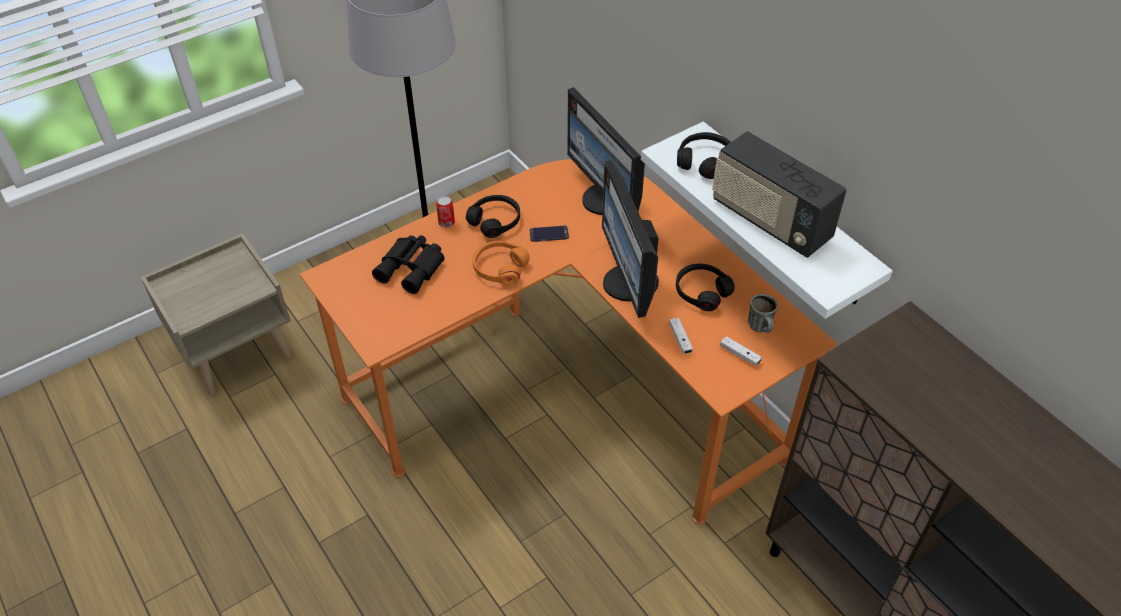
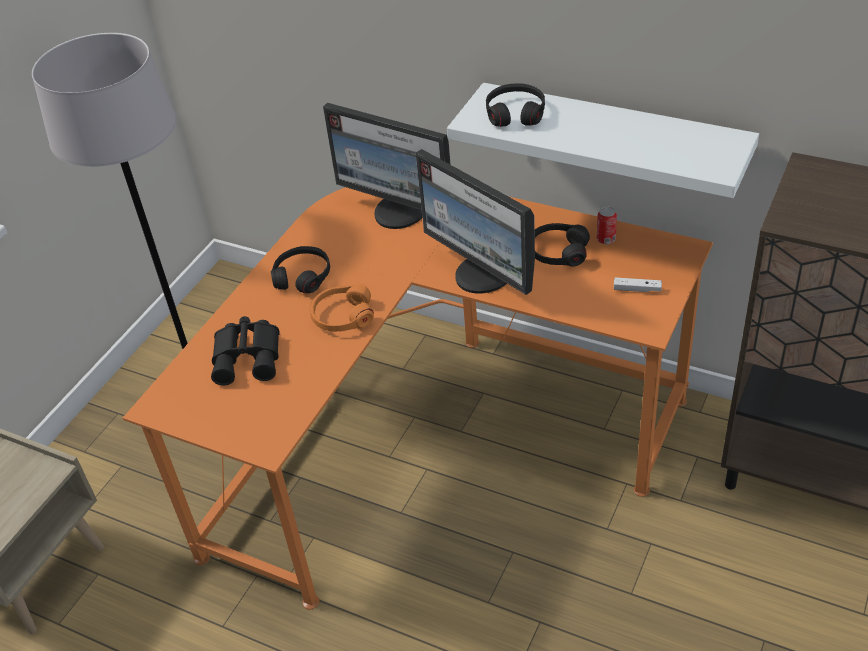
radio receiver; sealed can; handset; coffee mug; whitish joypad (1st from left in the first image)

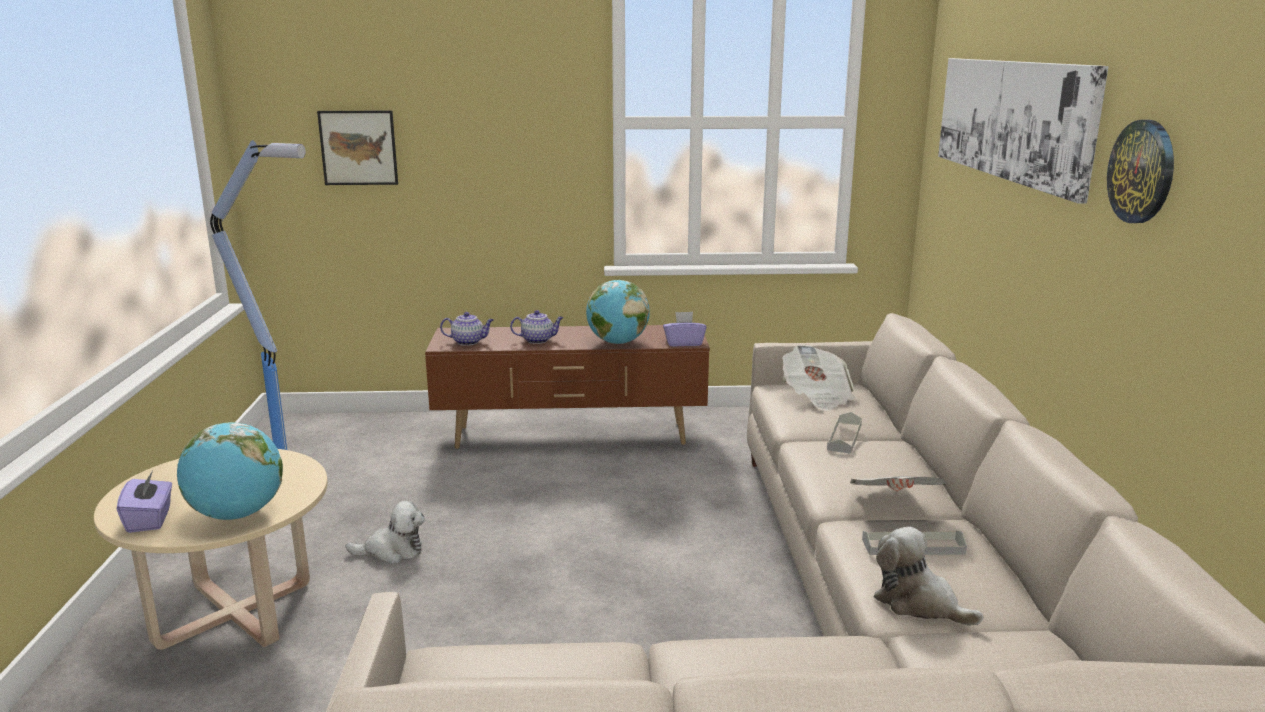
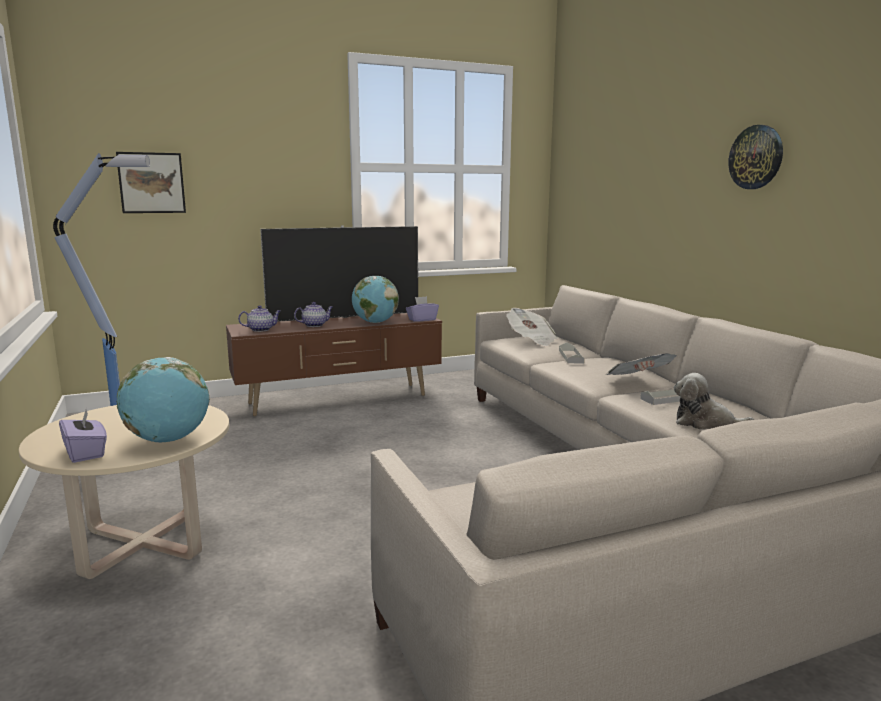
wall art (2nd from left in the first image); plush toy (1st from left in the first image); TV set

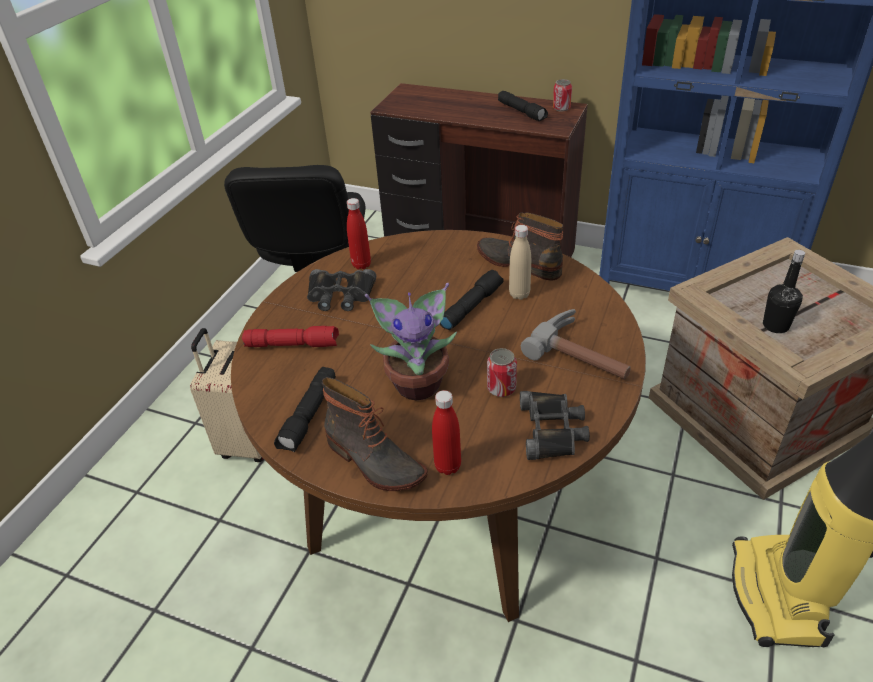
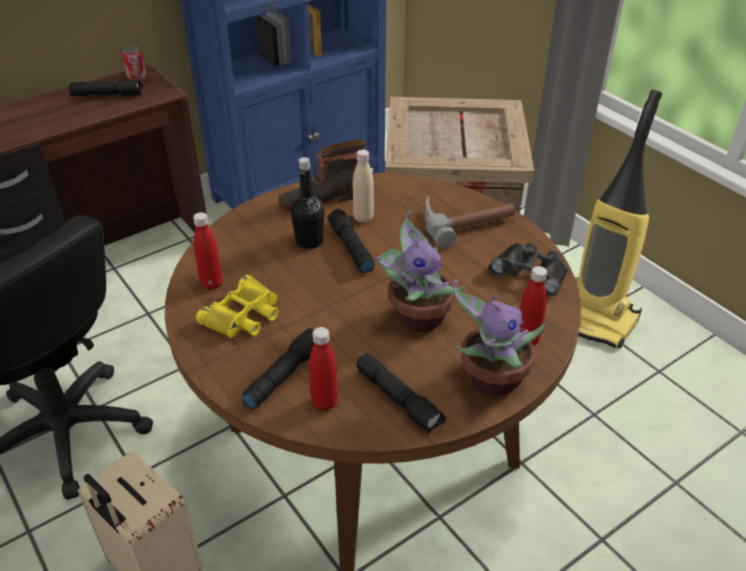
black-coloured bottle; yellowish binoculars; black-coloured flashlight (2nd from left); sealed can (1st from left in the first image); plant in a pot (2nd from left); red bottle (2nd from left)

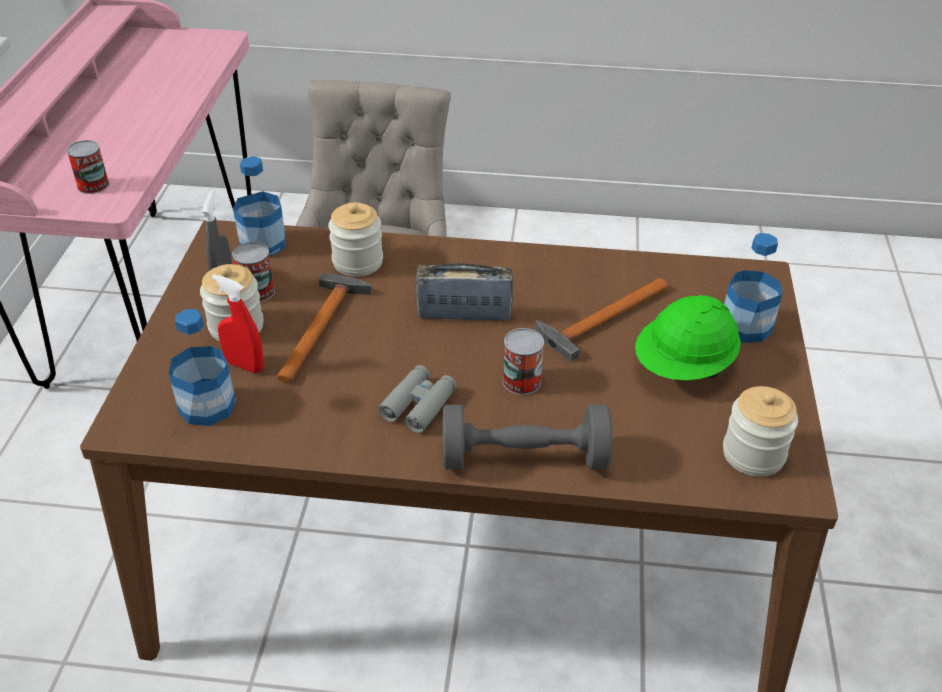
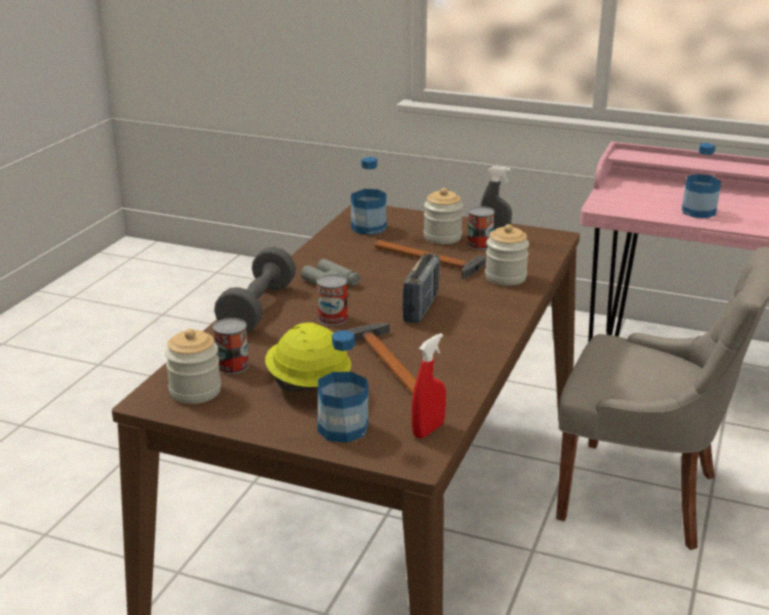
sealed can (1st from left); bottle (3rd from left); red sprayer; yellowish work helmet

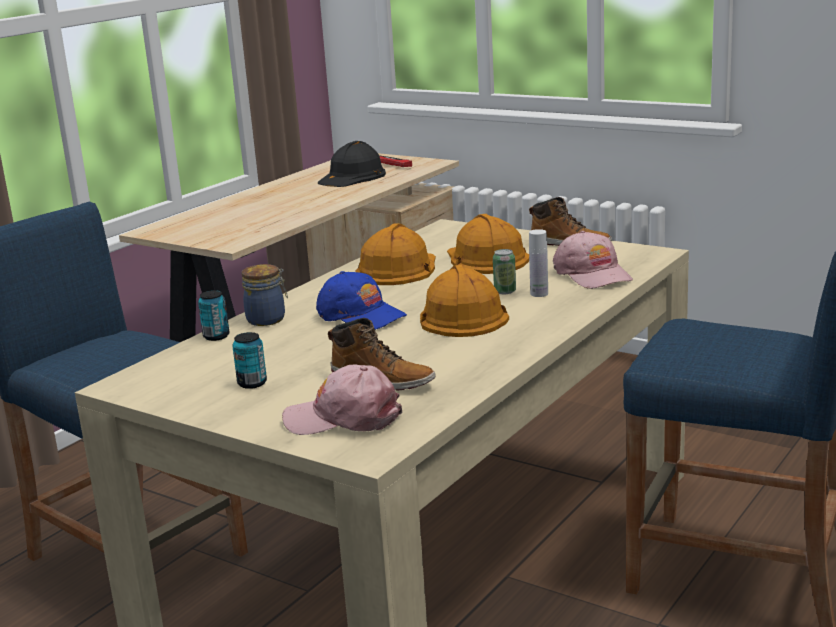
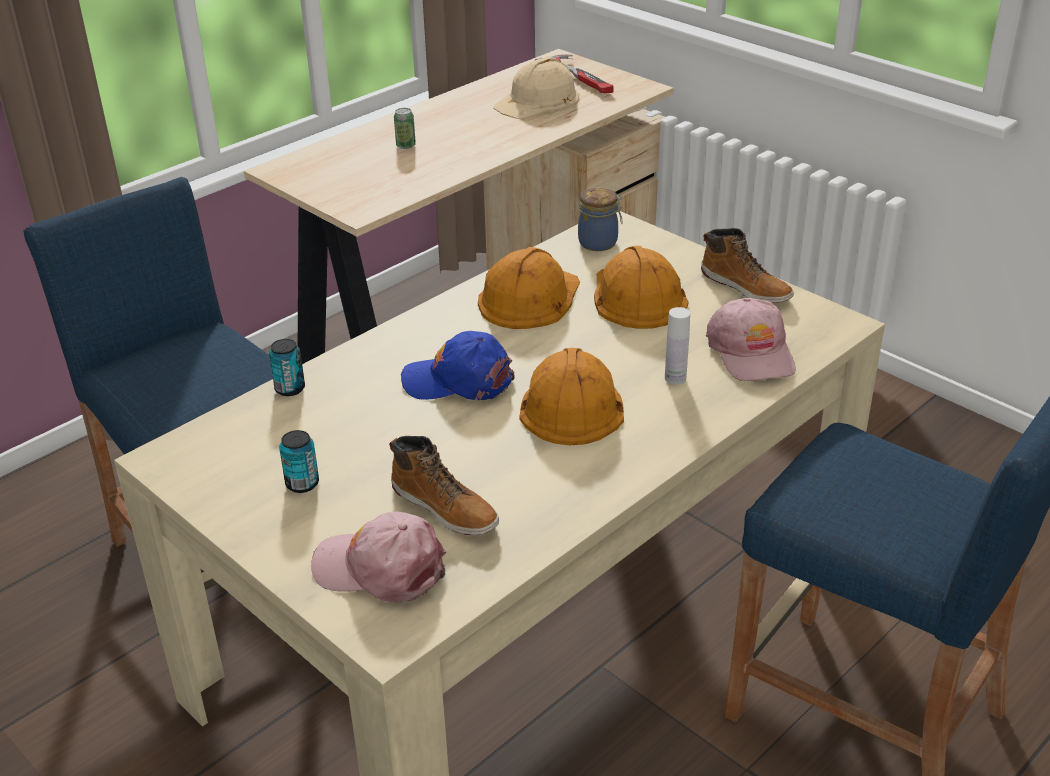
beige work helmet; sealed can (3rd from left); storage jar; blue baseball cap

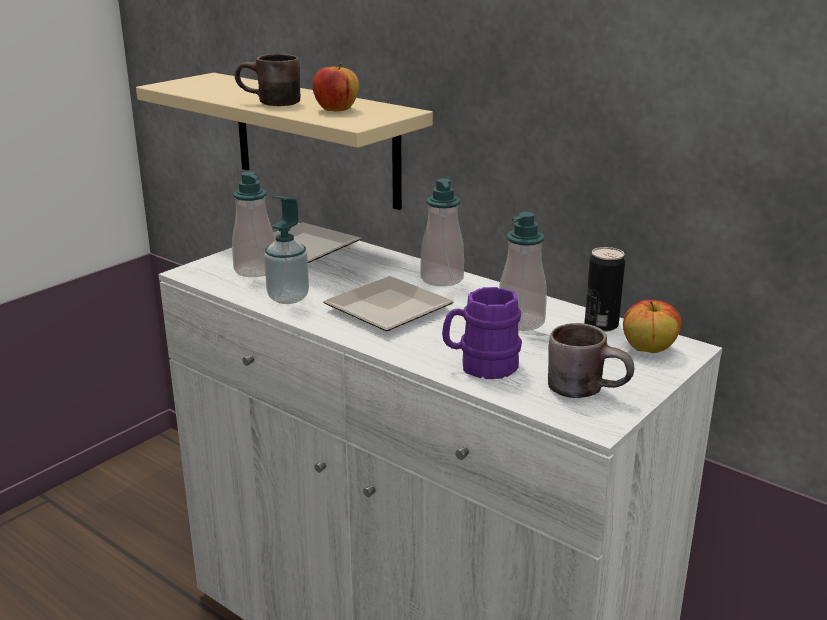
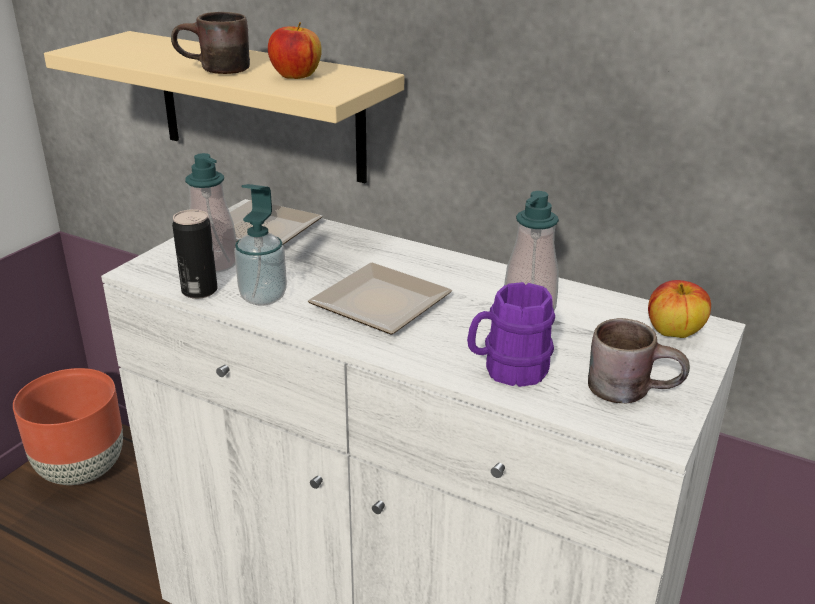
soap bottle (3rd from left in the first image); sealed can; brown plant pot

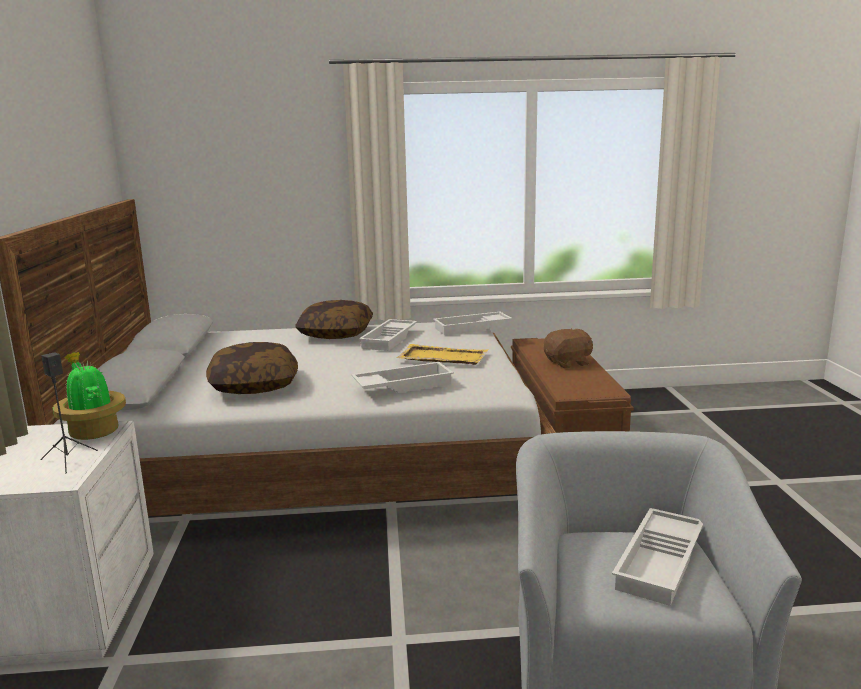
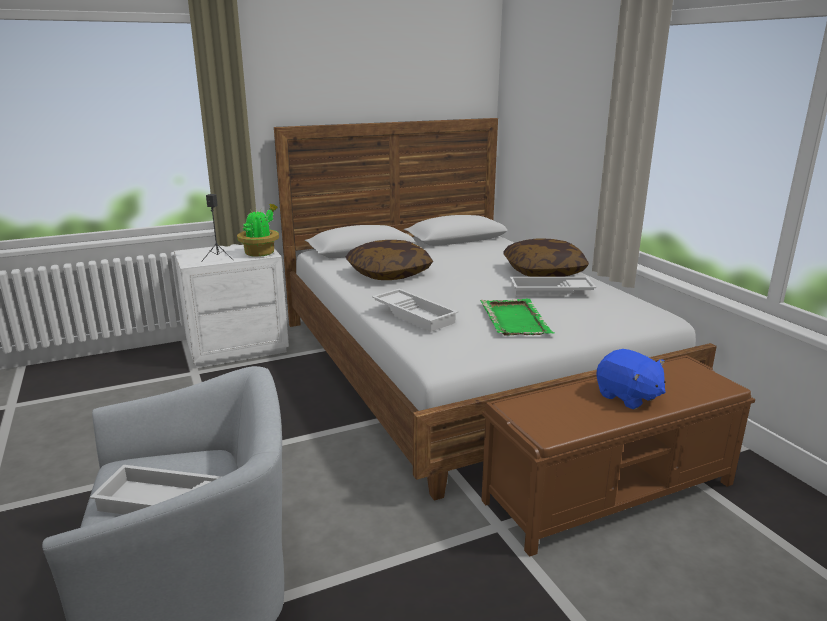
whitish serving tray (3rd from left in the first image); blue plush toy; green-coloured serving tray

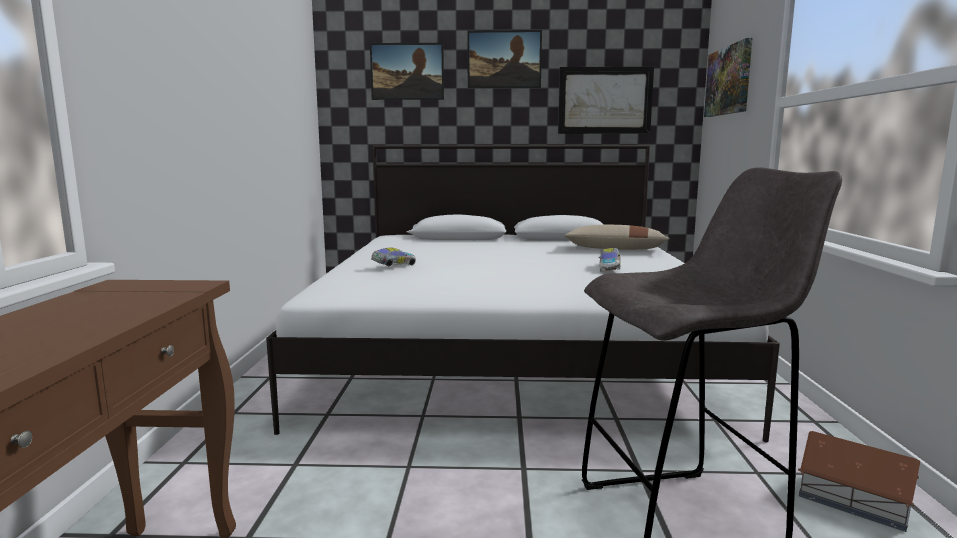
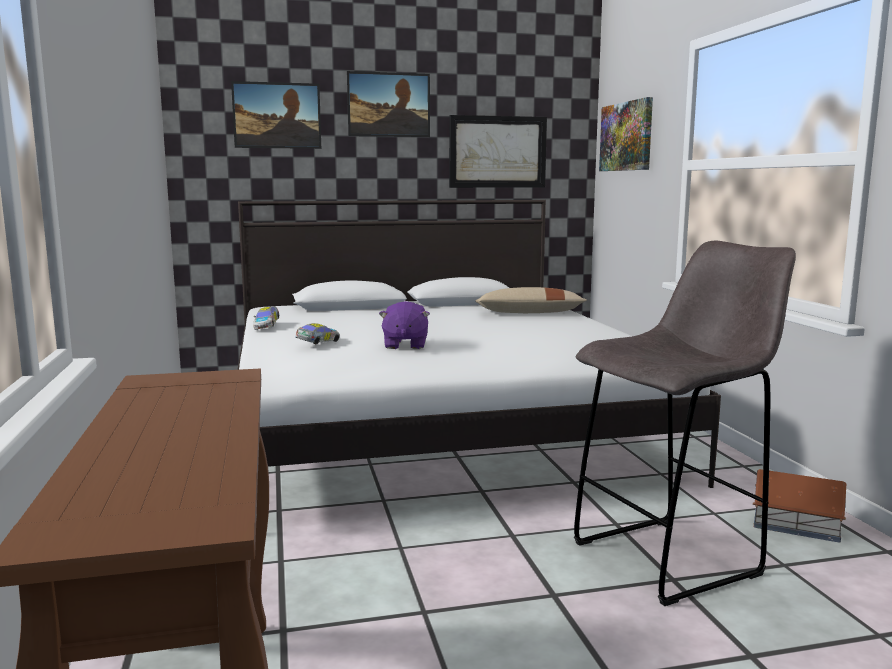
toy car (1st from left); purplish plush toy

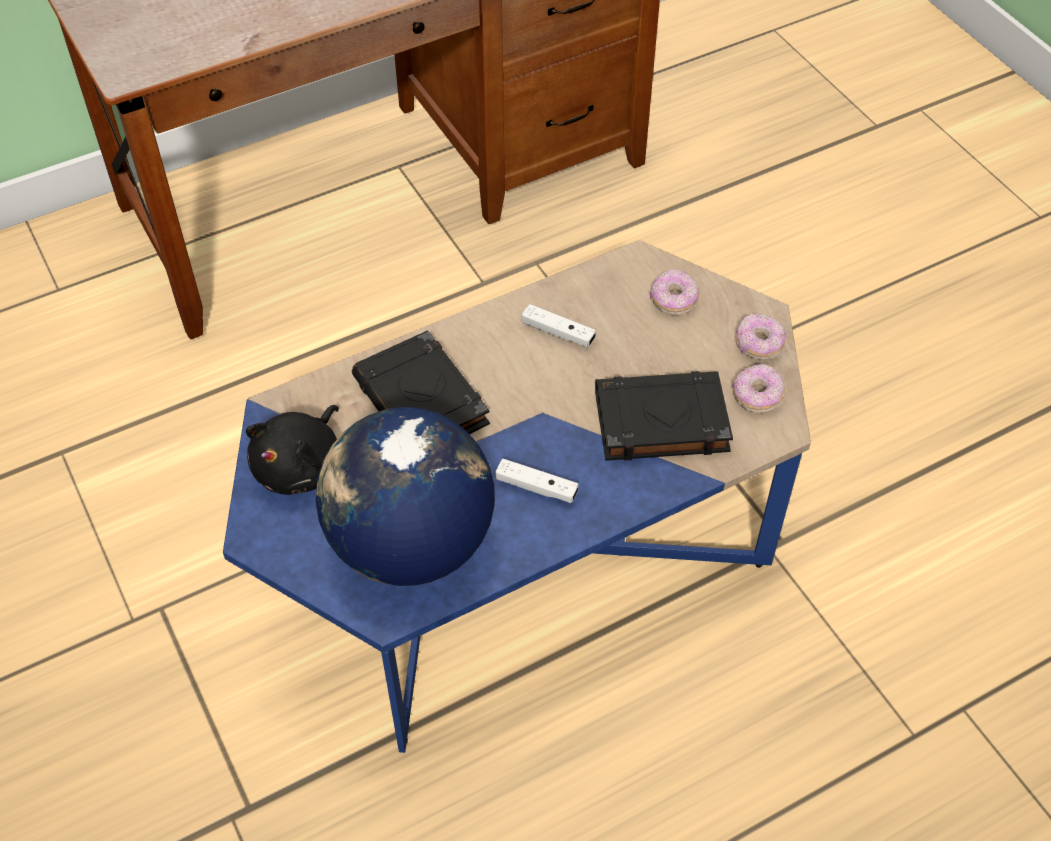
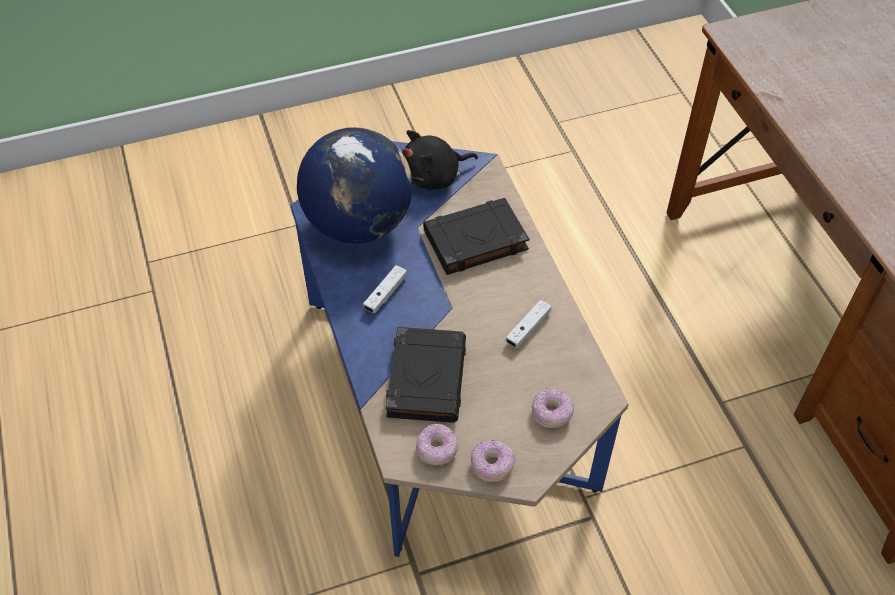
black-coloured plush toy

